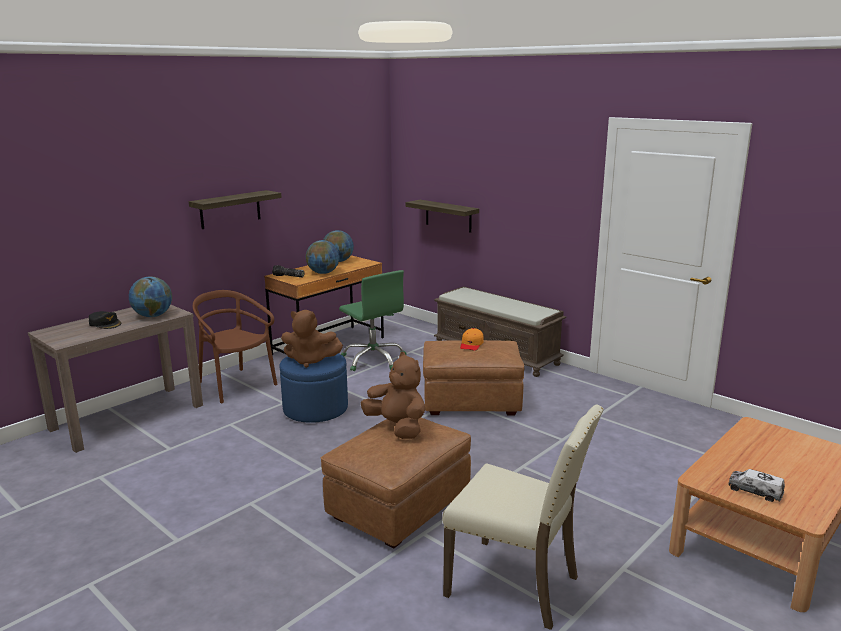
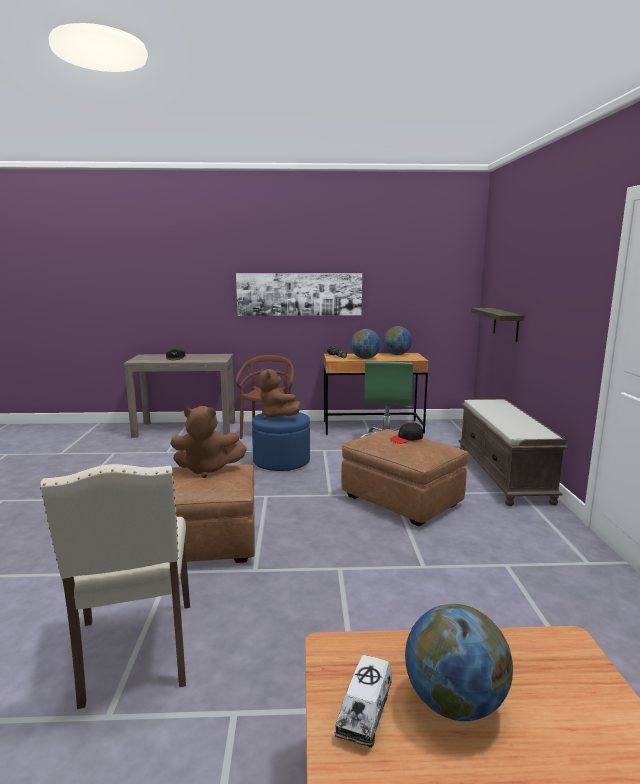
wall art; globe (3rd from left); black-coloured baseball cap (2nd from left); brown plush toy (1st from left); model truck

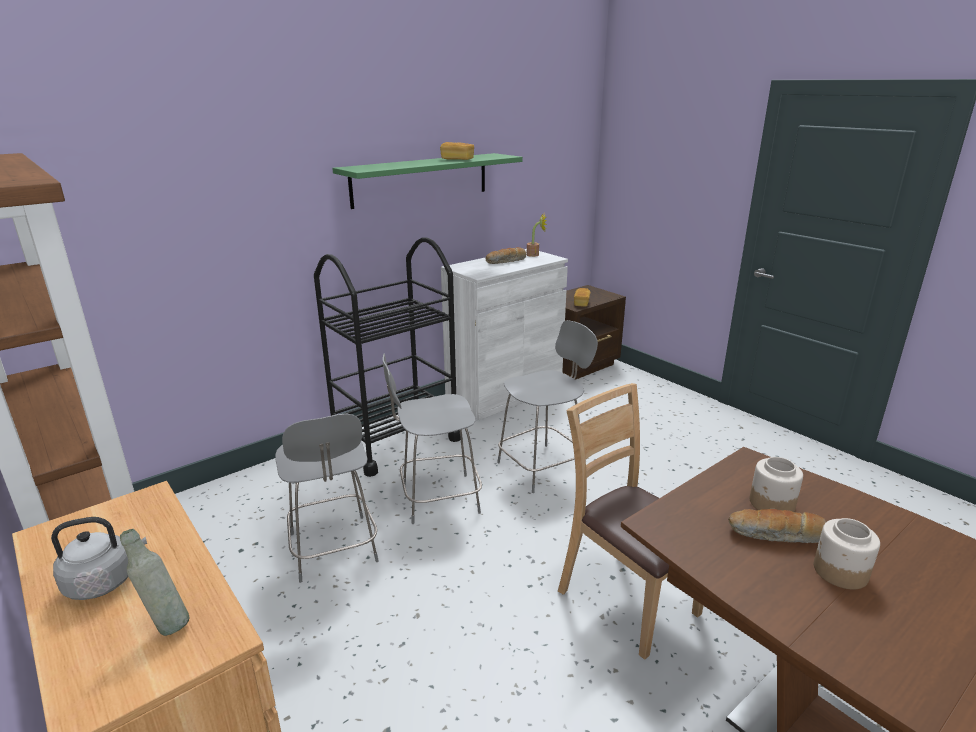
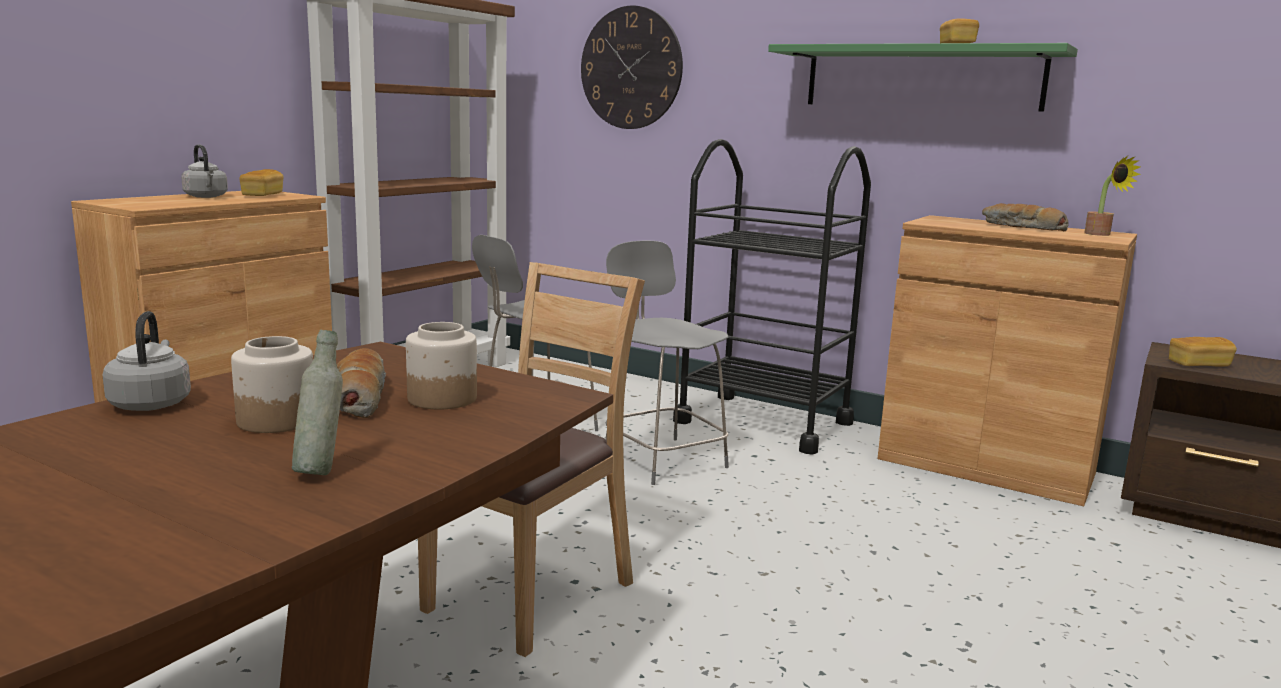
brown cabinet (2nd from left); grey stool seat (3rd from left in the first image); grey bottle; wall clock; bakery bread (1st from left); grey kettle (1st from left)

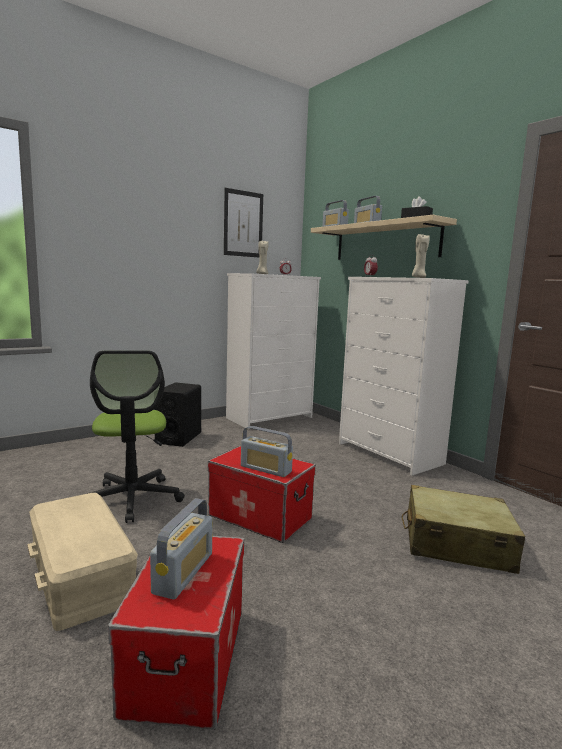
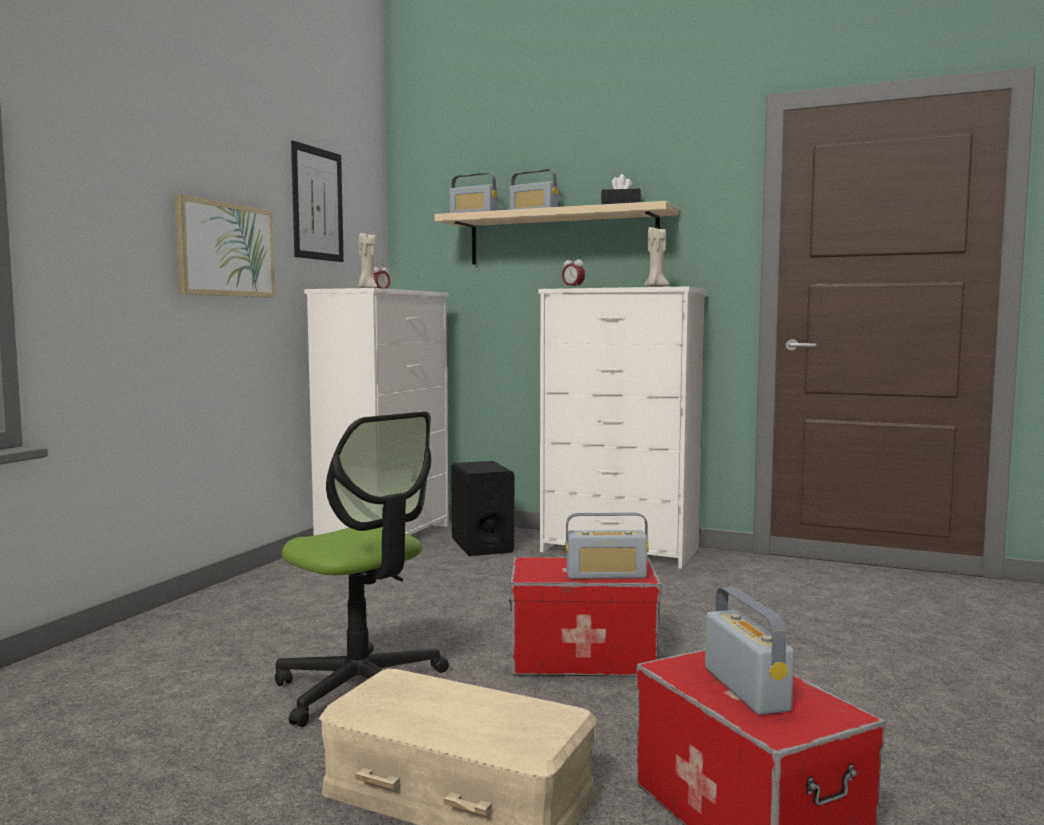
black-coloured loudspeaker; beige piece of luggage; wall art (1st from left)

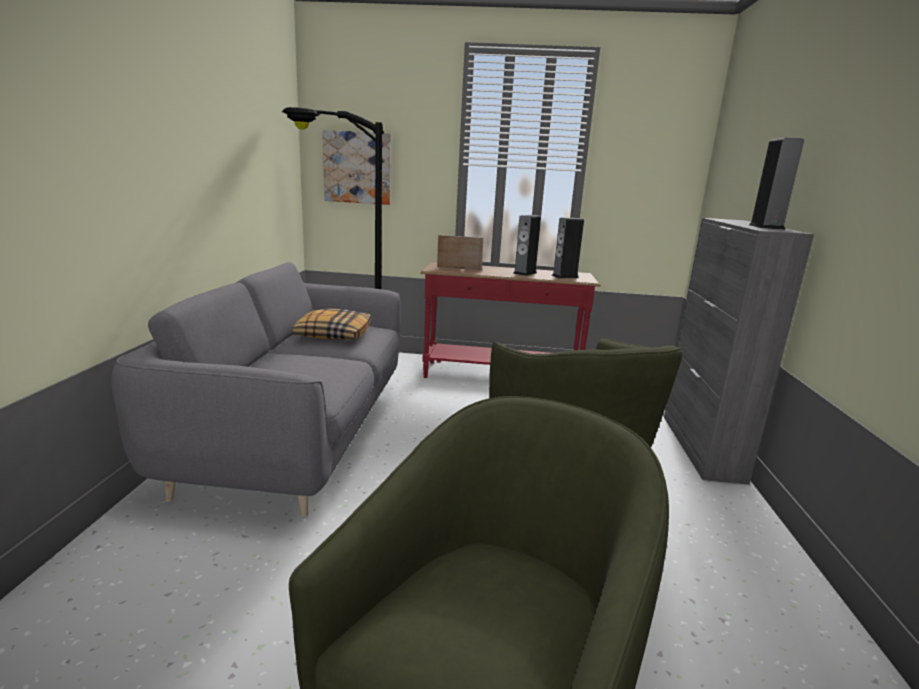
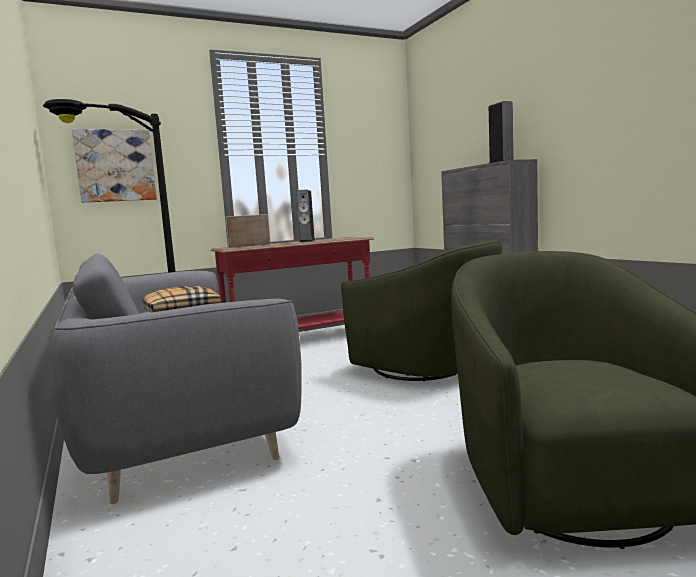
loudspeaker (2nd from left in the first image)

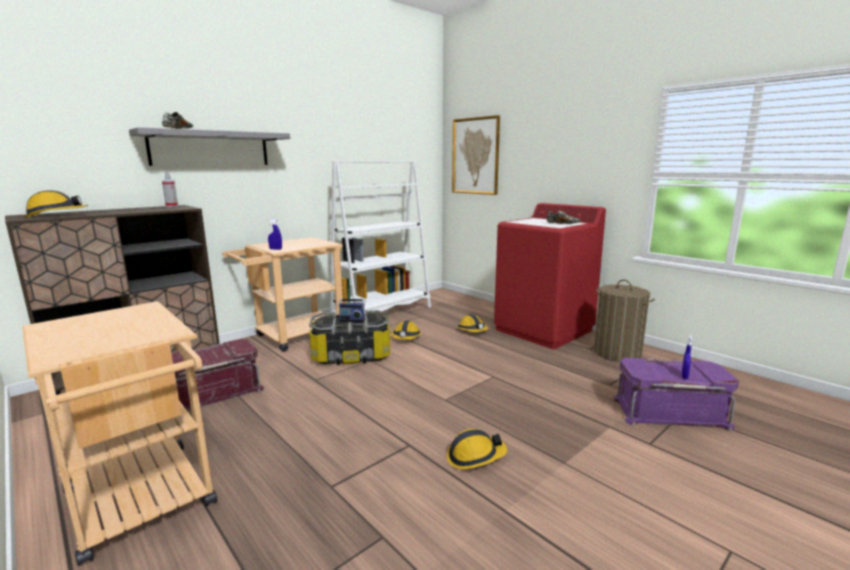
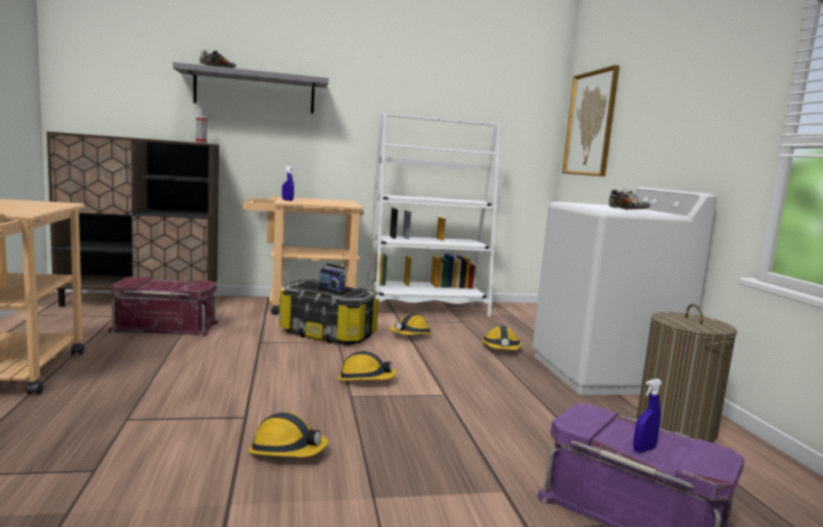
work helmet (2nd from left); whitish washing machine

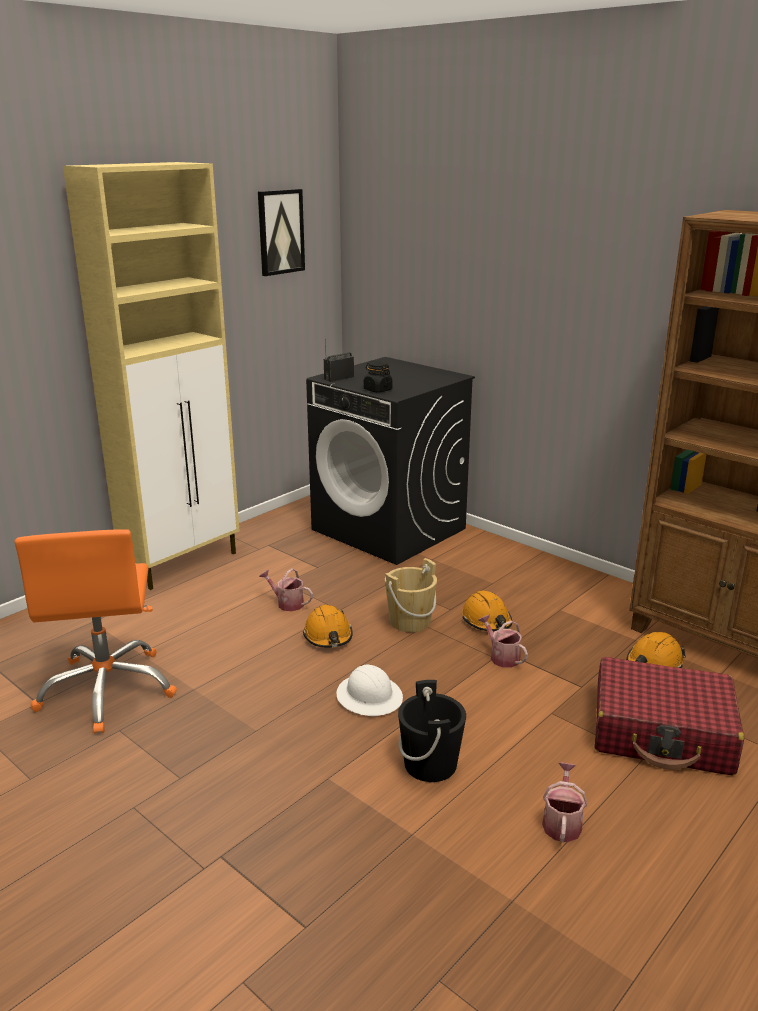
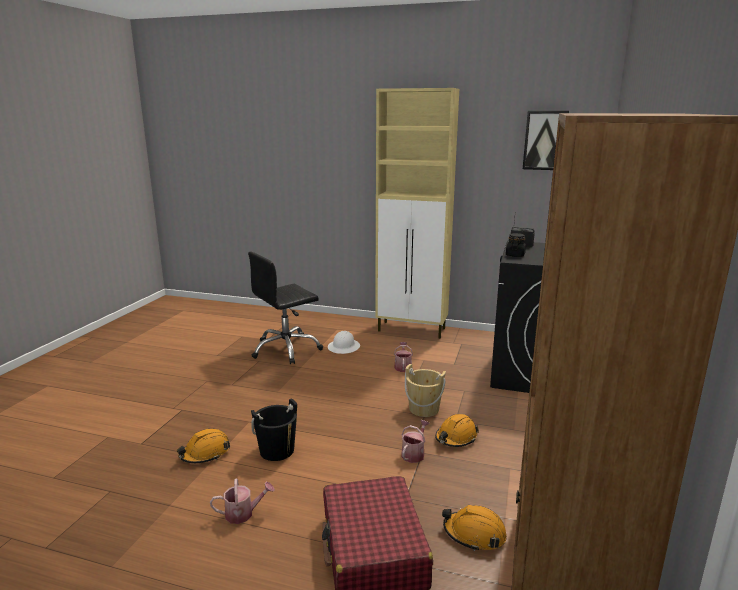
black-coloured office chair; orange work helmet (1st from left); whitish work helmet

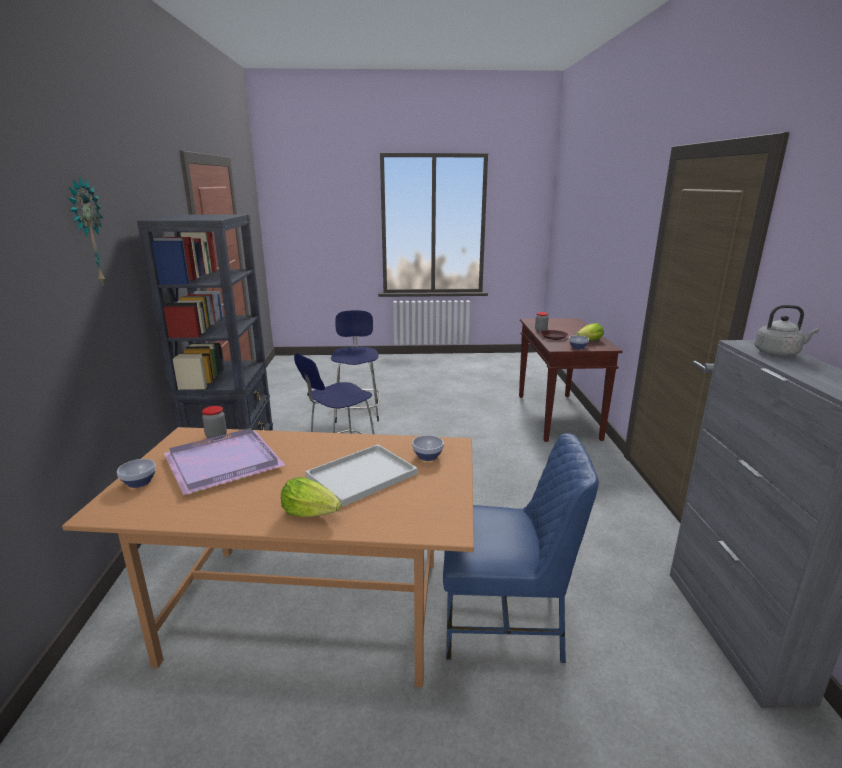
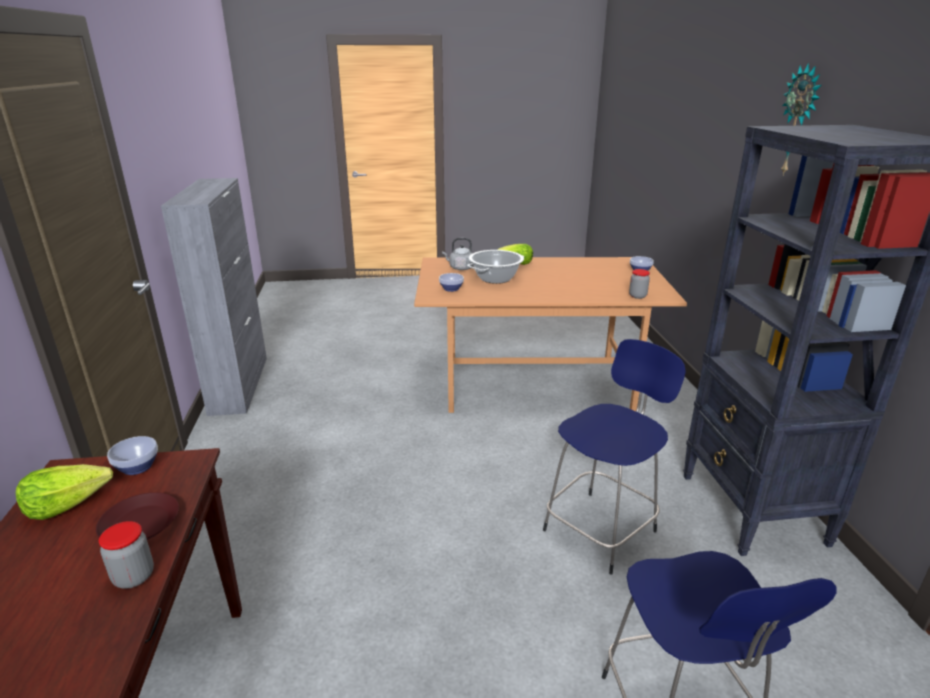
grey kettle; purplish serving tray; blue plain chair; saucepot

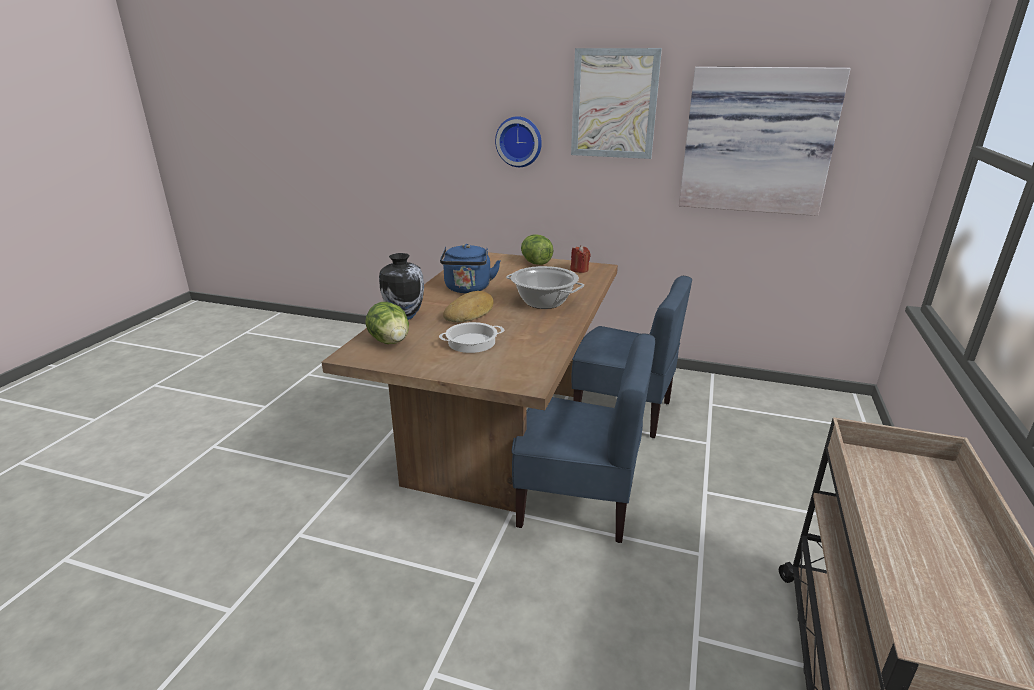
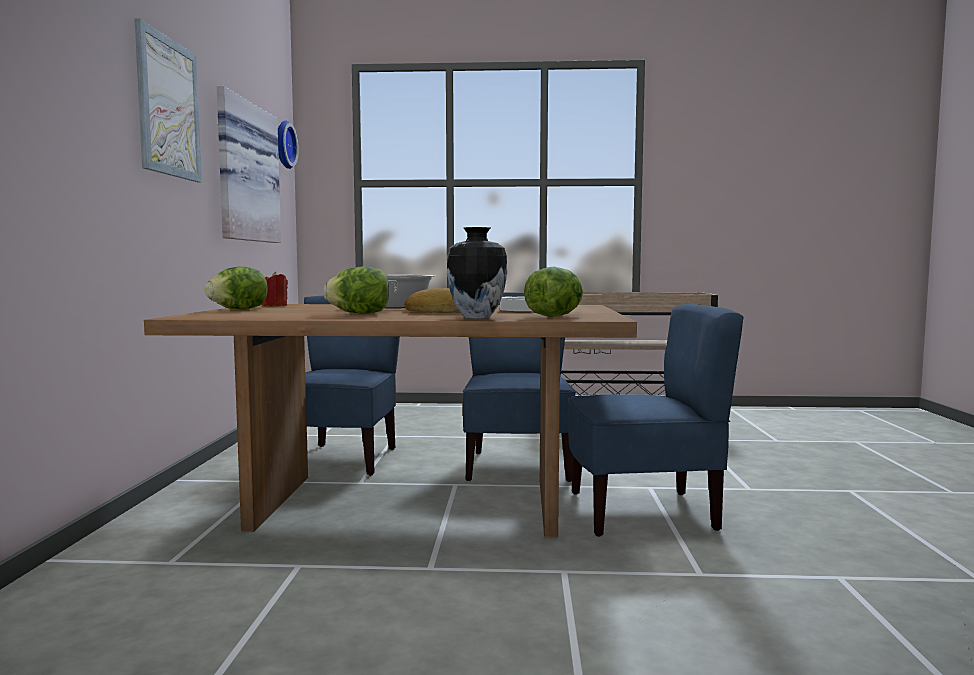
wall clock; lettuce (2nd from left); blue plain chair (3rd from left)

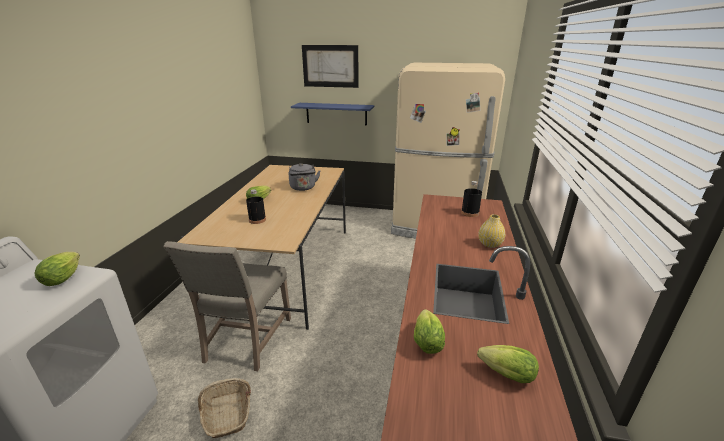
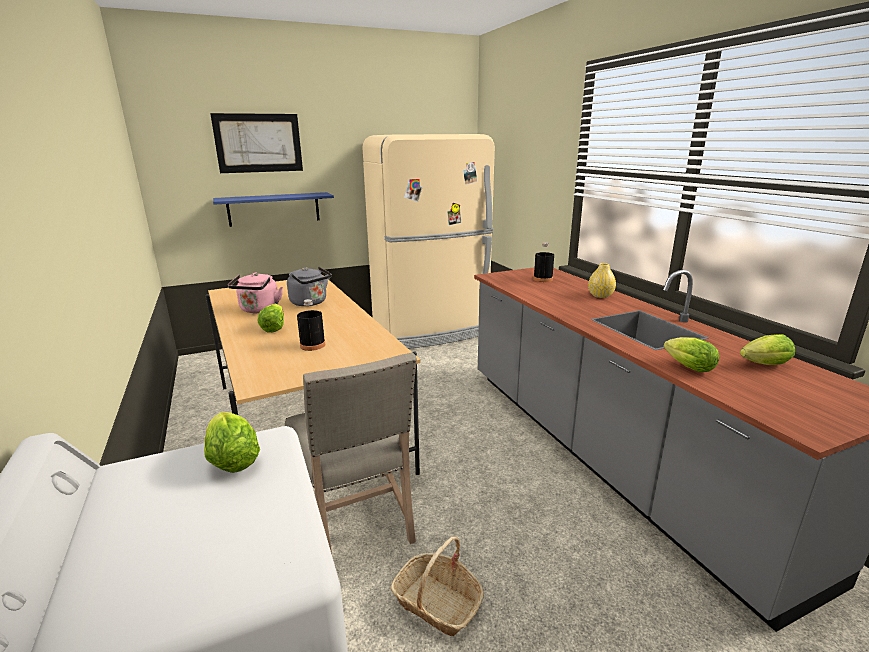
pinkish kettle

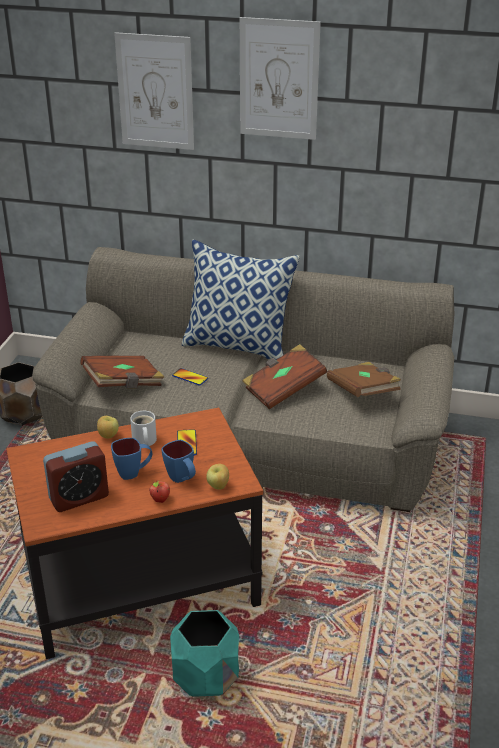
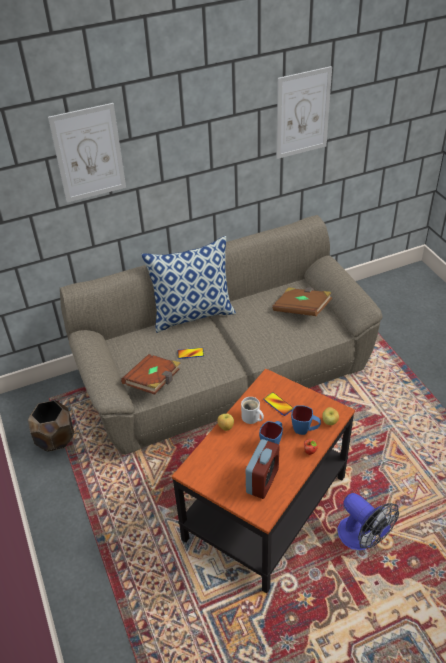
wall art (2nd from left); brown book (2nd from left in the first image); cooling fan

